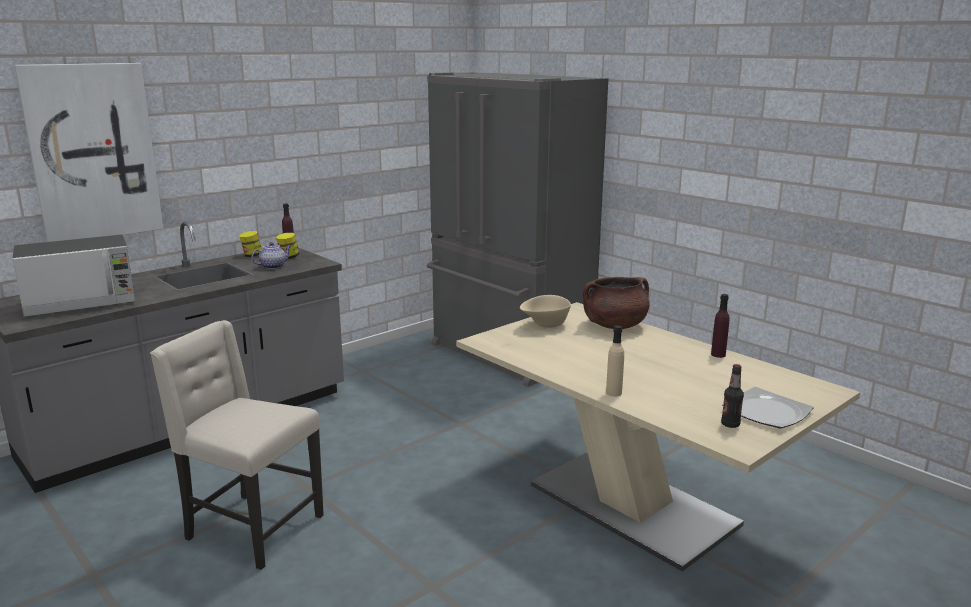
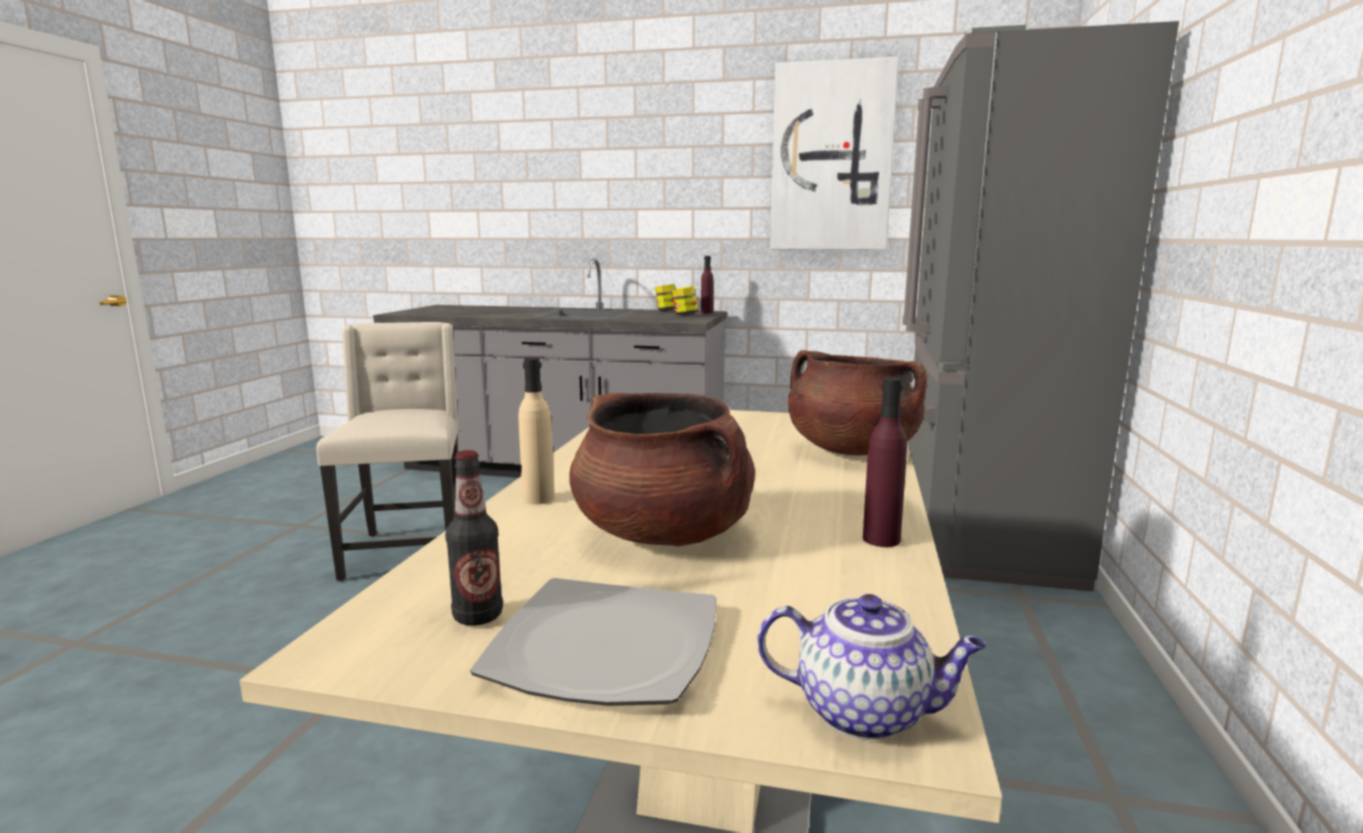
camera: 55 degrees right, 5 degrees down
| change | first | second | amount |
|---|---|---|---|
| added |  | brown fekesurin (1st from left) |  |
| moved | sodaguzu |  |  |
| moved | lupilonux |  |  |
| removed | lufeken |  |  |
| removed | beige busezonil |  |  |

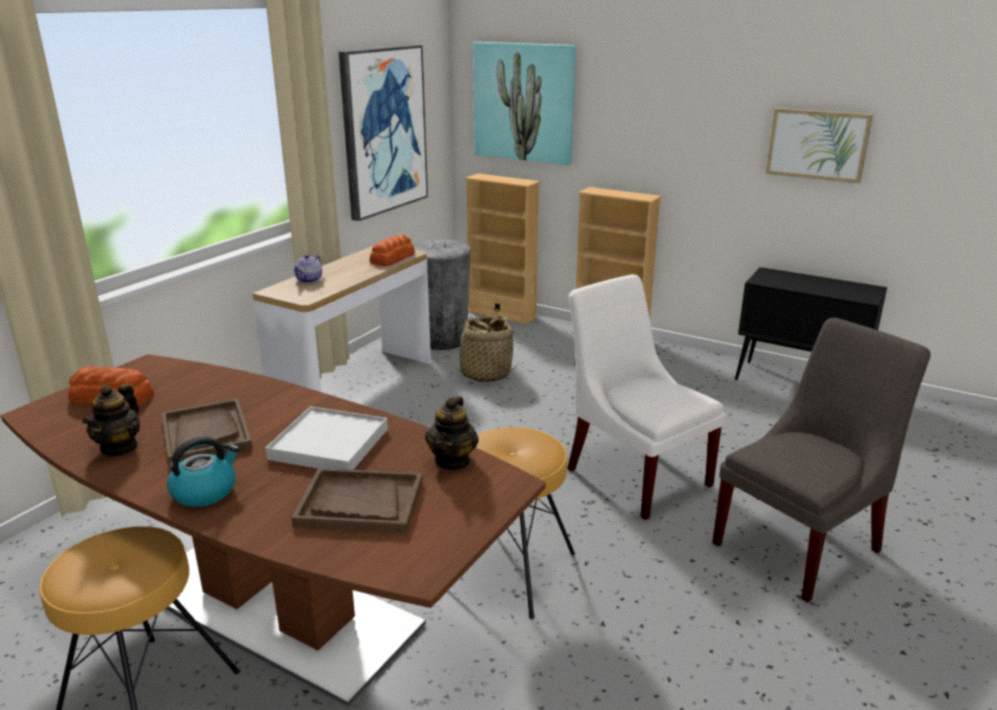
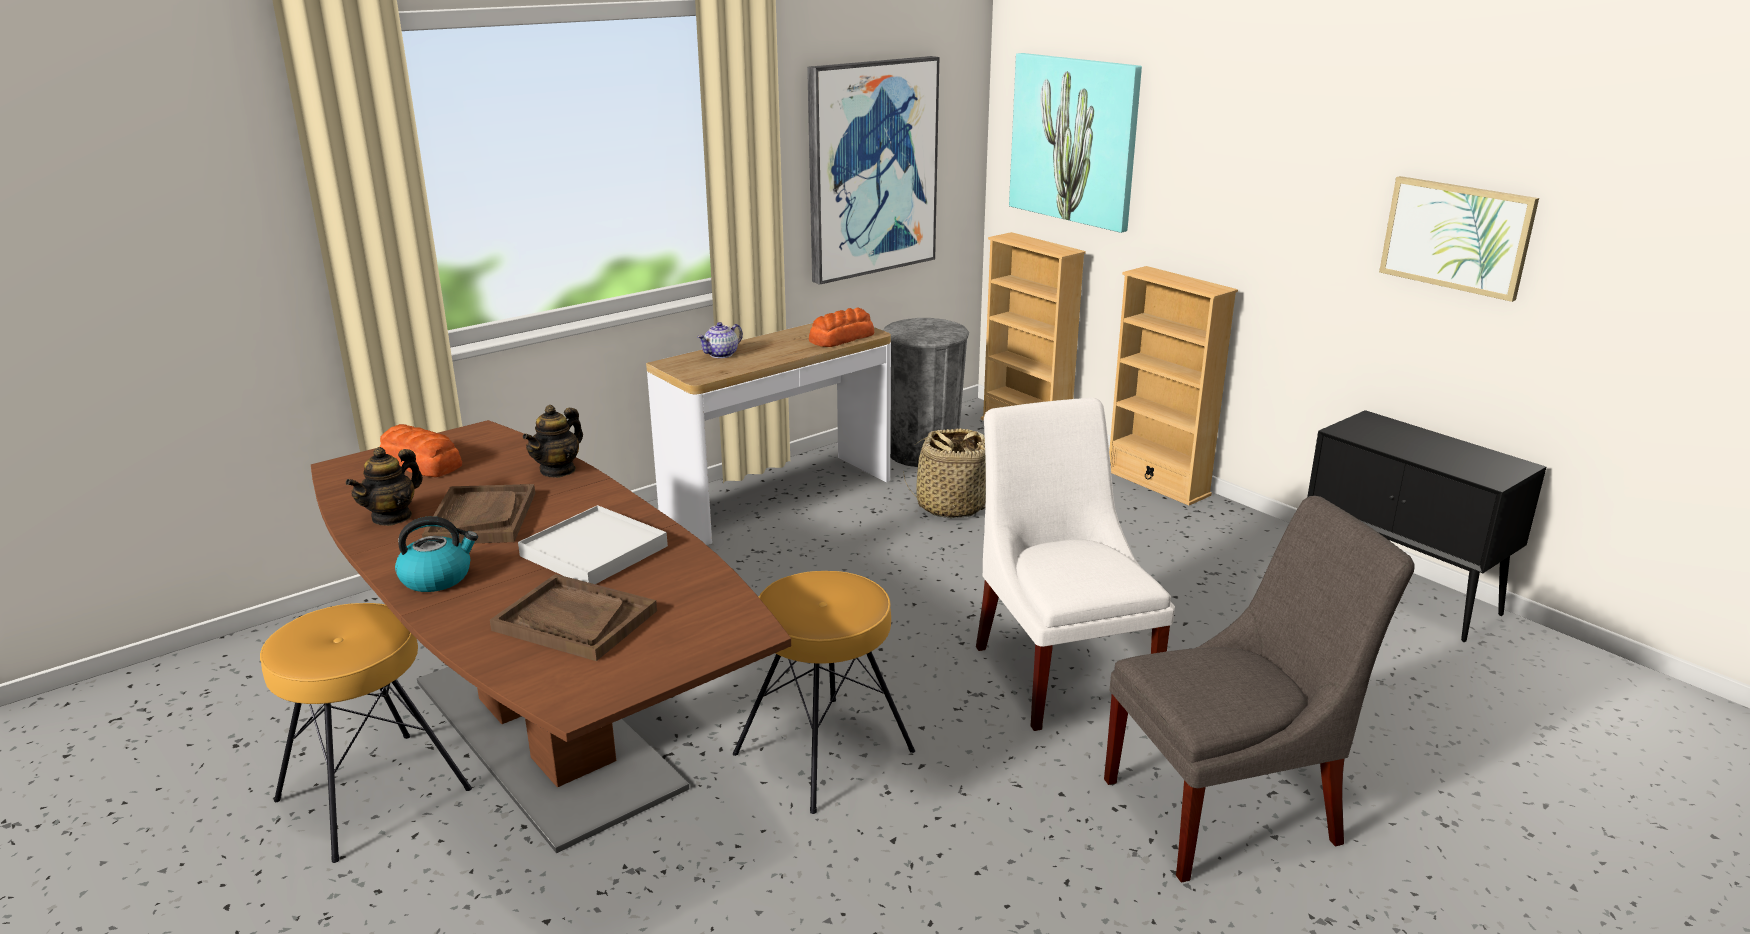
camera: 20 degrees right, 0 degrees up
| change | first | second | amount |
|---|---|---|---|
| moved | sodaguzu (3rd from left in the first image) | sodaguzu (2nd from left) |  |

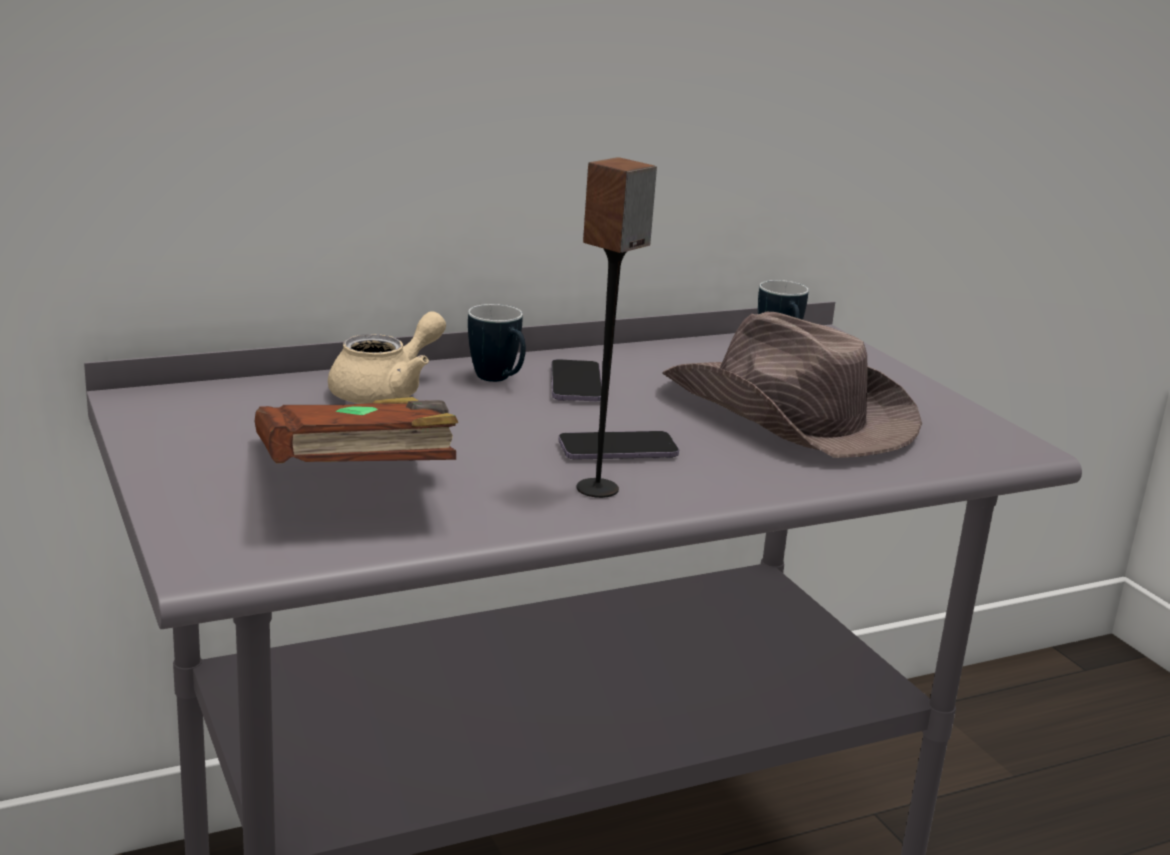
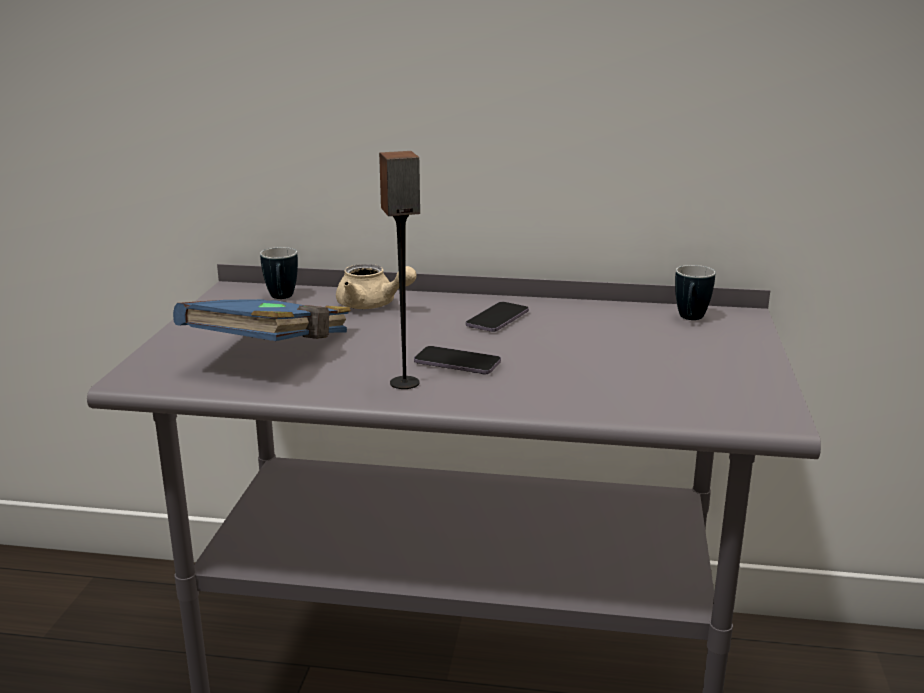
camera: 35 degrees right, 0 degrees up
| change | first | second | amount |
|---|---|---|---|
| recoloured | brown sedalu | blue sedalu |  |
| moved | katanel (1st from left) |  |  |
| turned | beige sodaguzu |  | 45 degrees clockwise |
| removed | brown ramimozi |  |  |

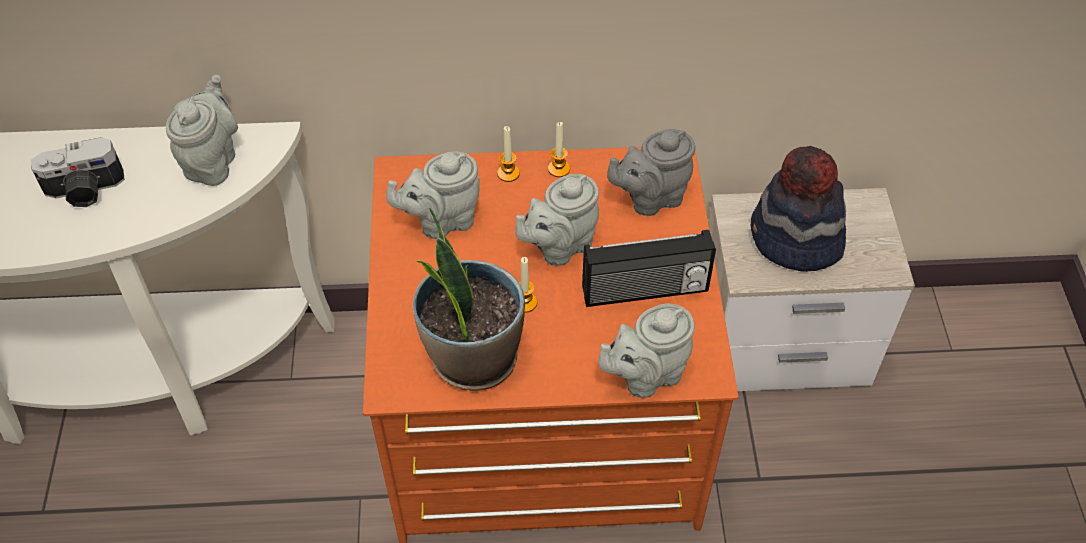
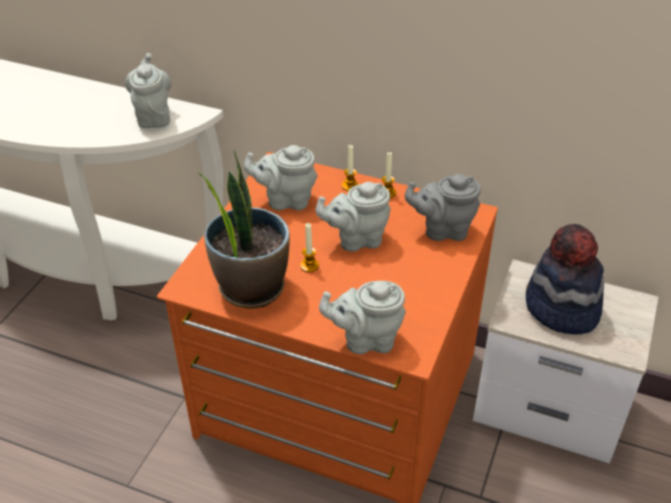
camera: 25 degrees right, 10 degrees down
| change | first | second | amount |
|---|---|---|---|
| turned | grey sodaguzu (1st from left) |  | 45 degrees counterclockwise |
| removed | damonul |  |  |
| removed | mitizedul |  |  |

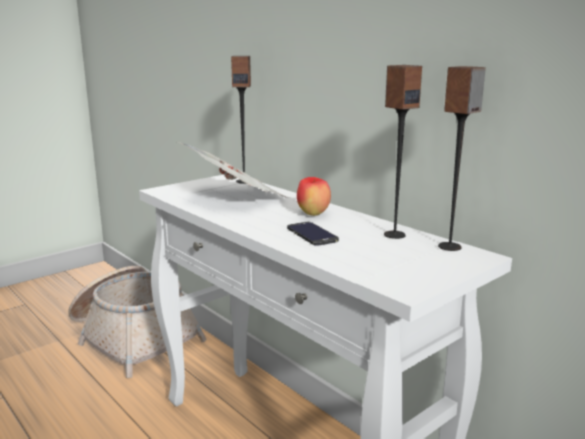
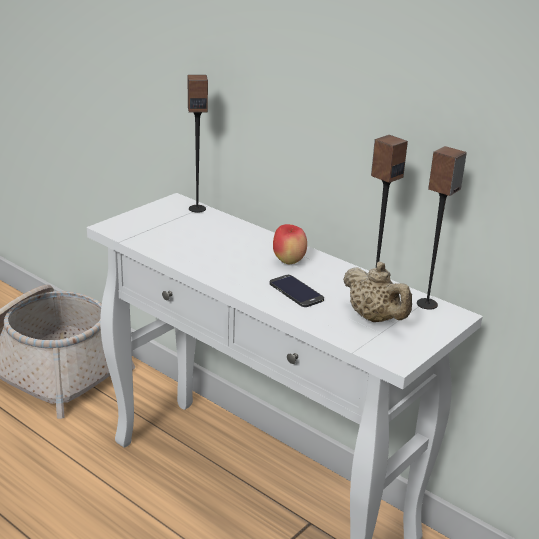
camera: 10 degrees left, 10 degrees up
| change | first | second | amount |
|---|---|---|---|
| added |  | beige sodaguzu |  |
| removed | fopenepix |  |  |

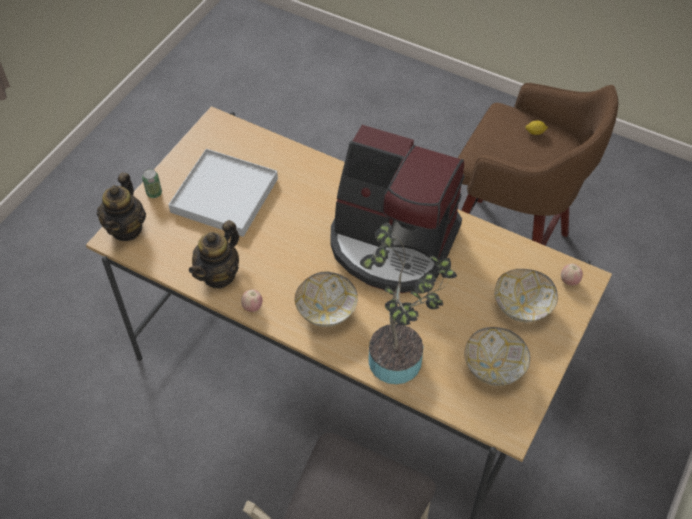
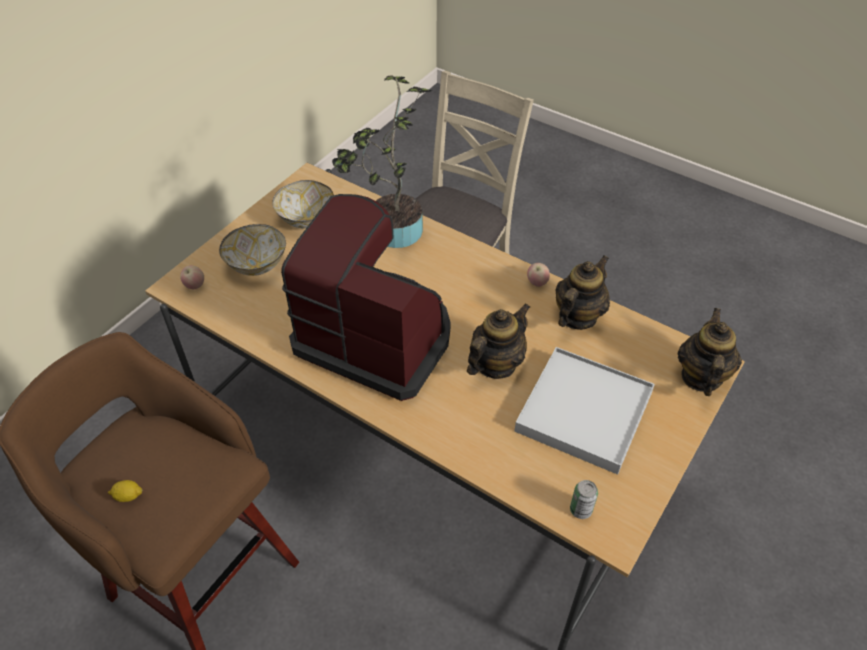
camera: 175 degrees left, 5 degrees down
| change | first | second | amount |
|---|---|---|---|
| added |  | sodaguzu (1st from left) |  |
| moved | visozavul |  |  |
| removed | busezonil (1st from left) |  |  |

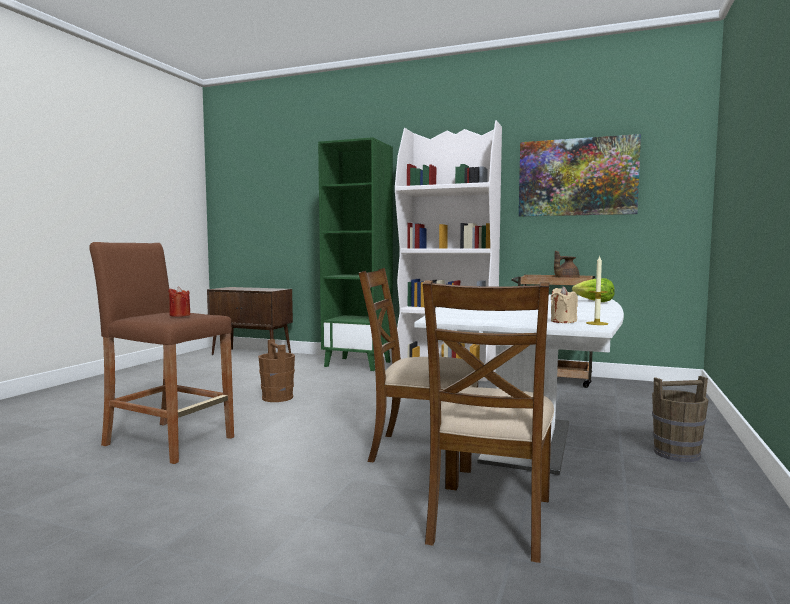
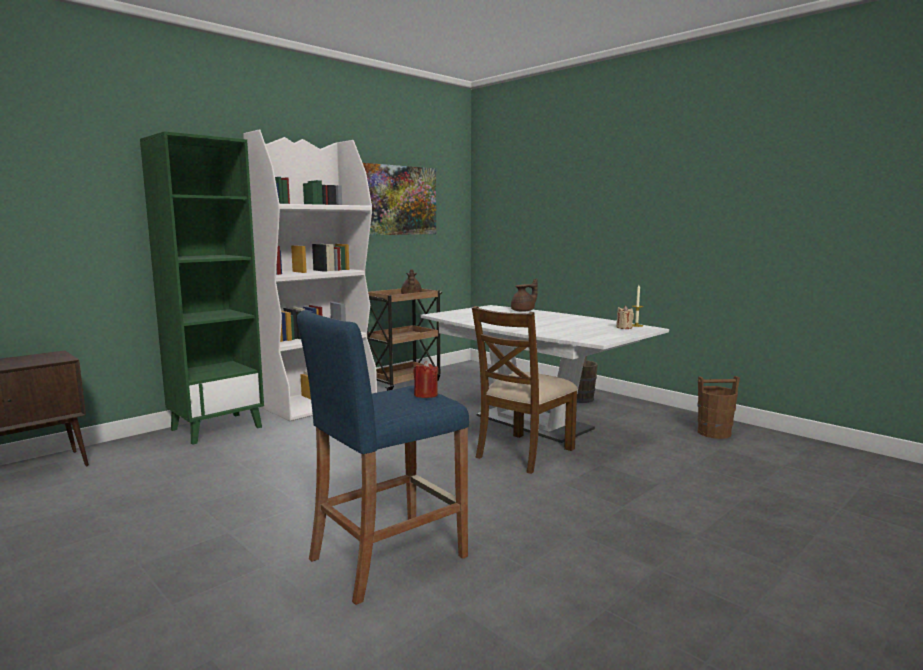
camera: 65 degrees left, 5 degrees up
| change | first | second | amount |
|---|---|---|---|
| recoloured | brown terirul | blue terirul |  |
| replaced | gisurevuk | brown sodaguzu (2nd from left) |  |
| moved | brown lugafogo (1st from left in the first image) | brown lugafogo (2nd from left) |  |
| removed | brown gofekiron (2nd from left) |  |  |

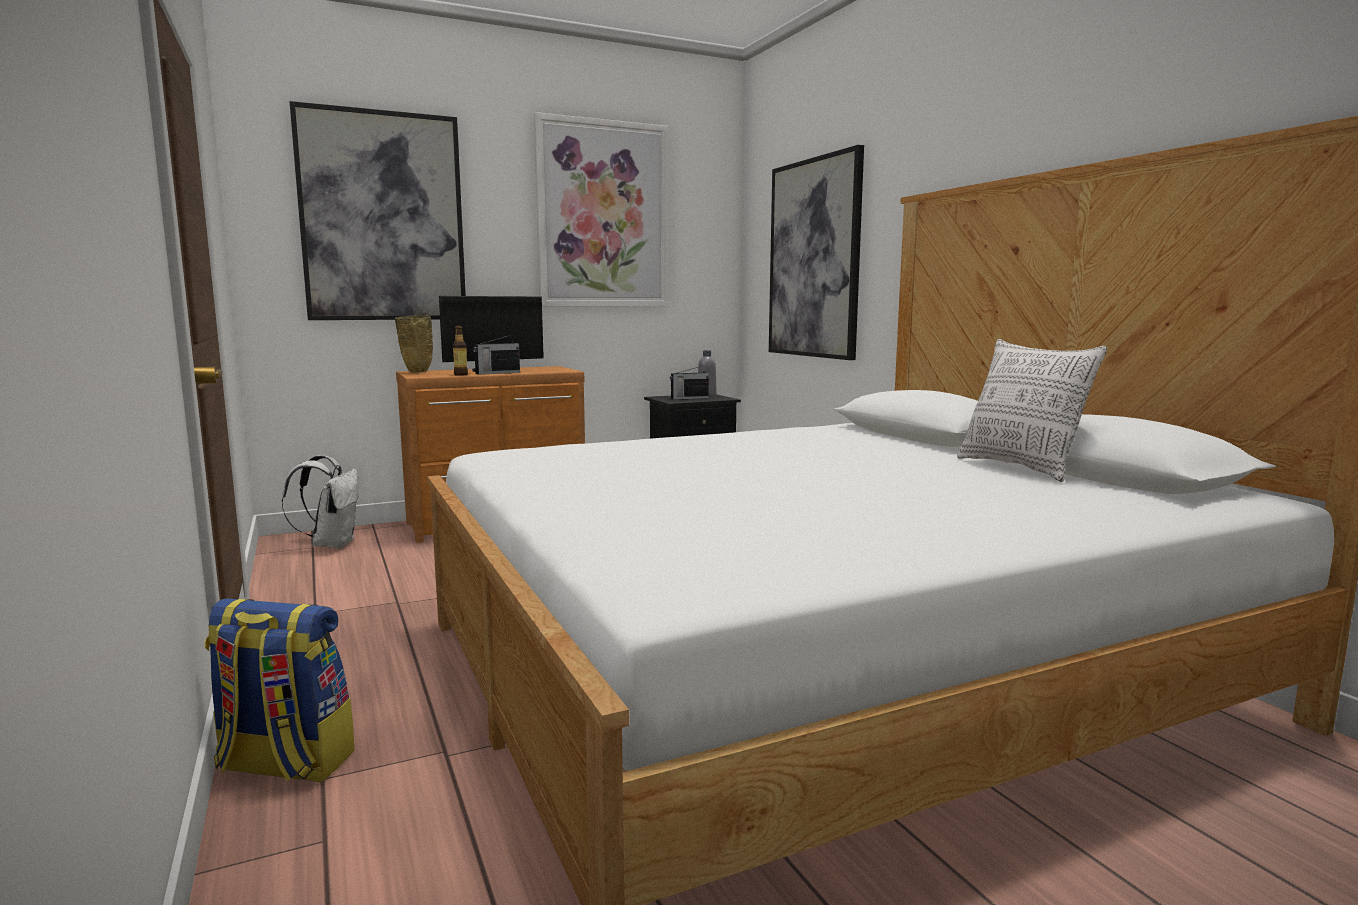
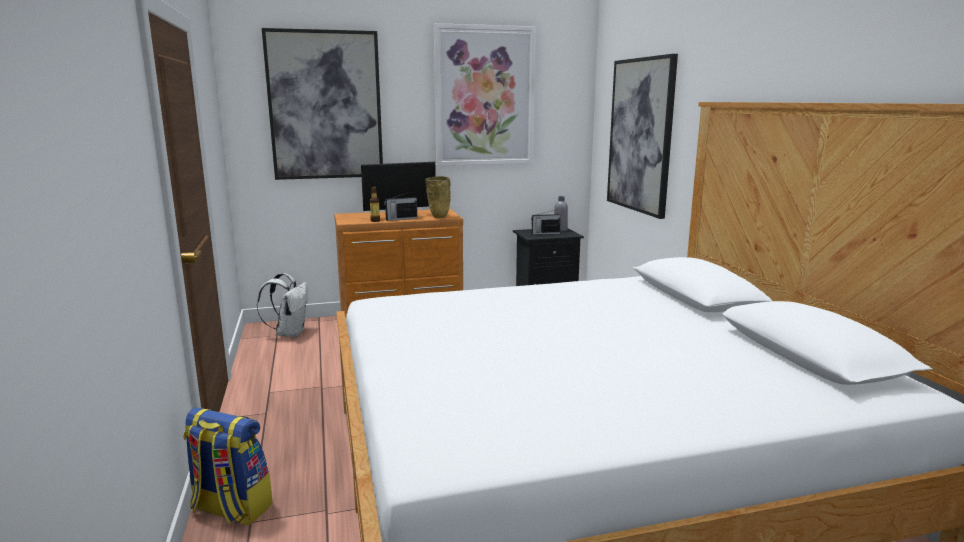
camera: 10 degrees right, 5 degrees up
| change | first | second | amount |
|---|---|---|---|
| moved | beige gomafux |  |  |
| removed | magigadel |  |  |

